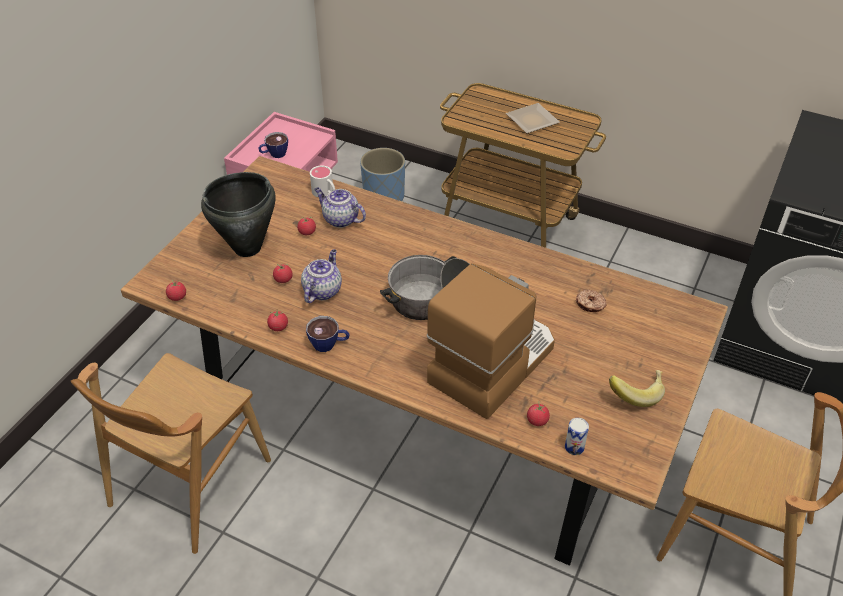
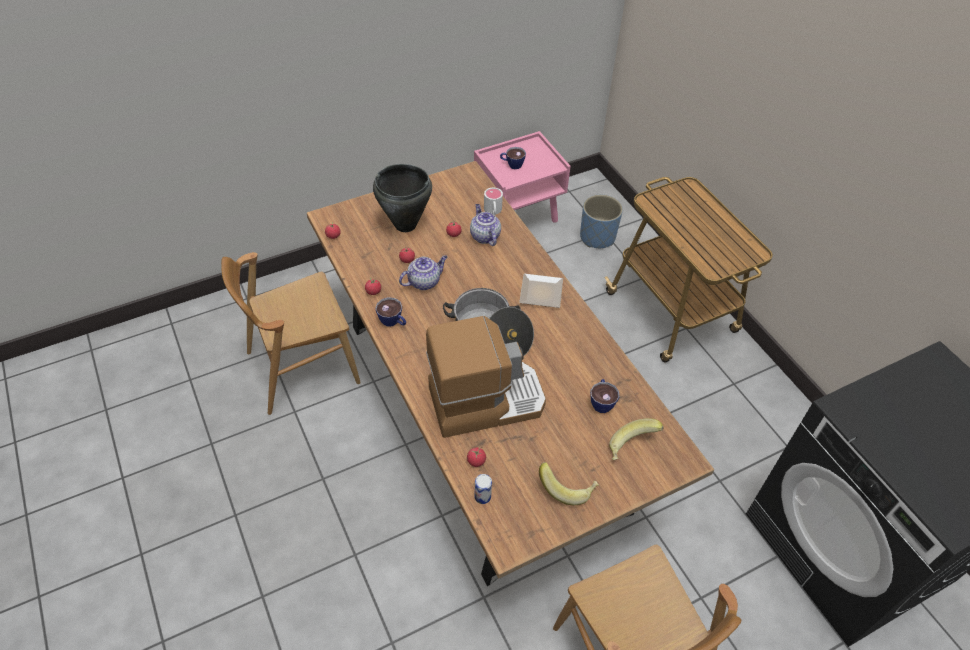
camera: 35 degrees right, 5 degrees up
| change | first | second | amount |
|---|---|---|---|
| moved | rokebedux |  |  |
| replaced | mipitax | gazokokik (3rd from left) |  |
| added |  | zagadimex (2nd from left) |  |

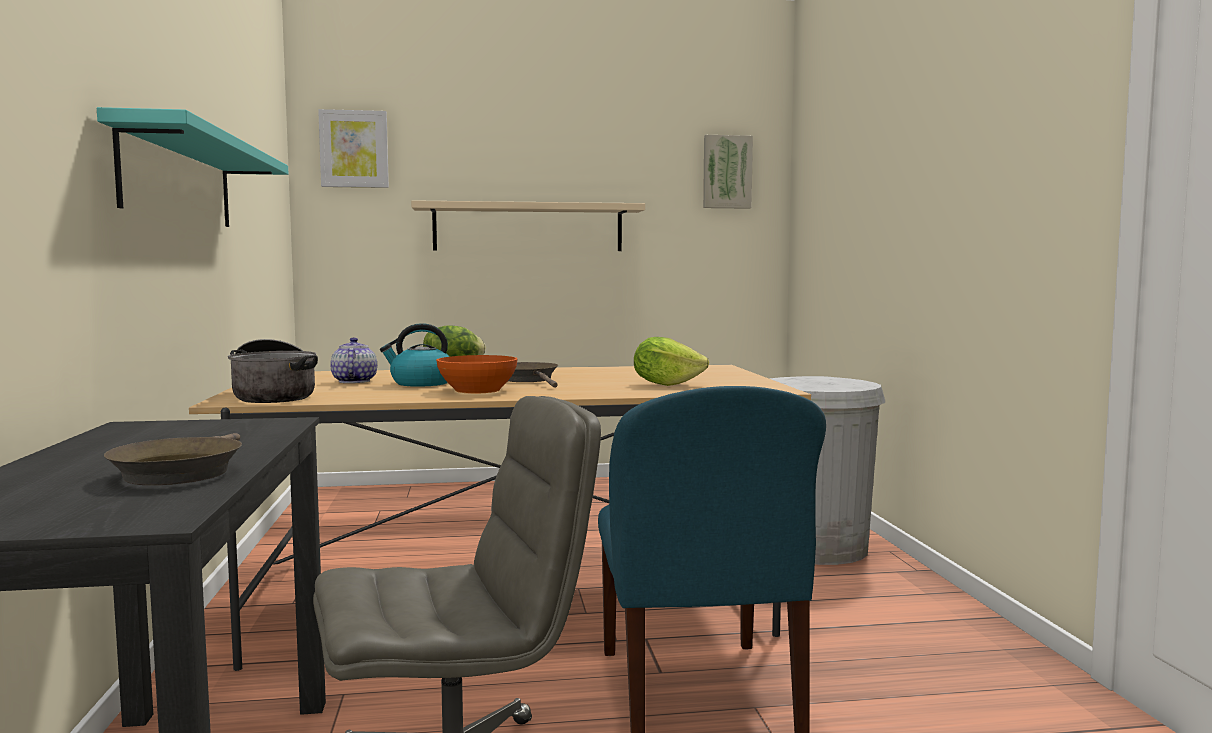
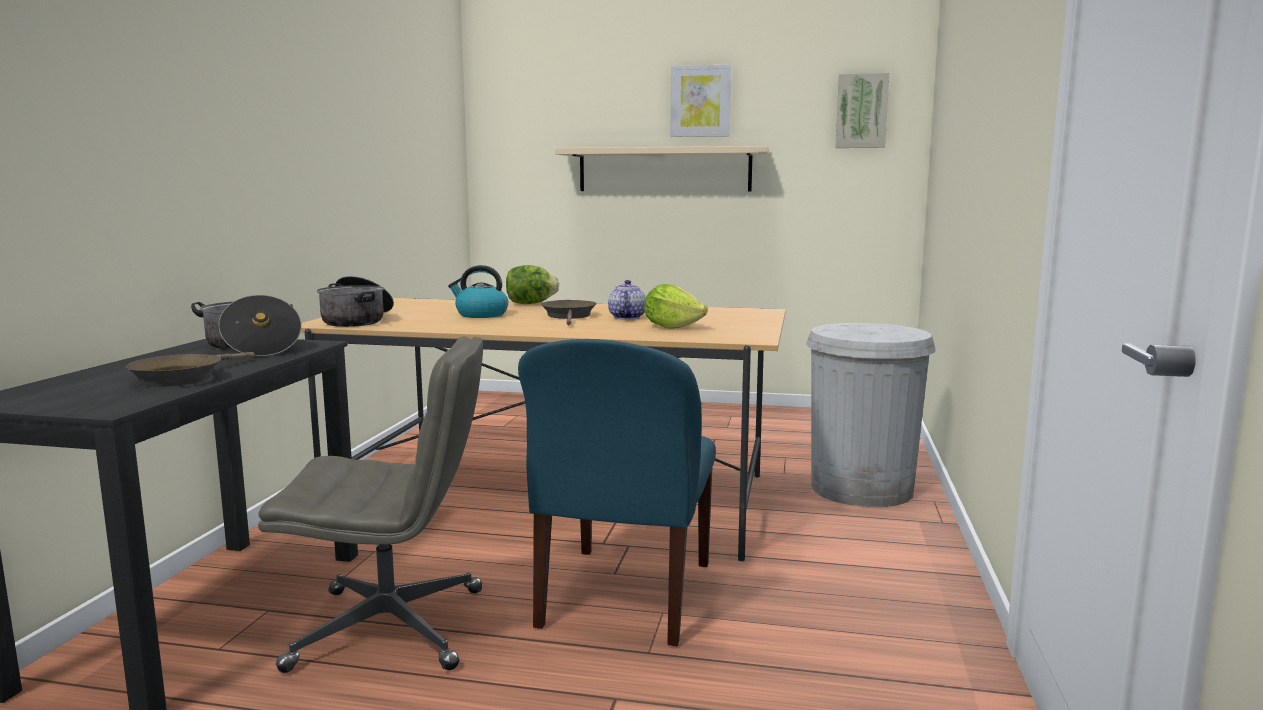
camera: 20 degrees right, 5 degrees up
| change | first | second | amount |
|---|---|---|---|
| added |  | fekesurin (1st from left) |  |
| moved | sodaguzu |  |  |
| moved | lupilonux (1st from left) |  |  |
| removed | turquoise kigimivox |  |  |
| removed | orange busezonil |  |  |

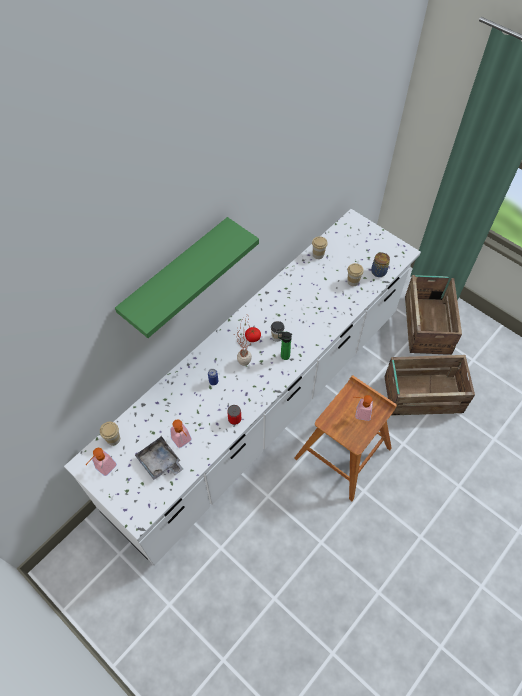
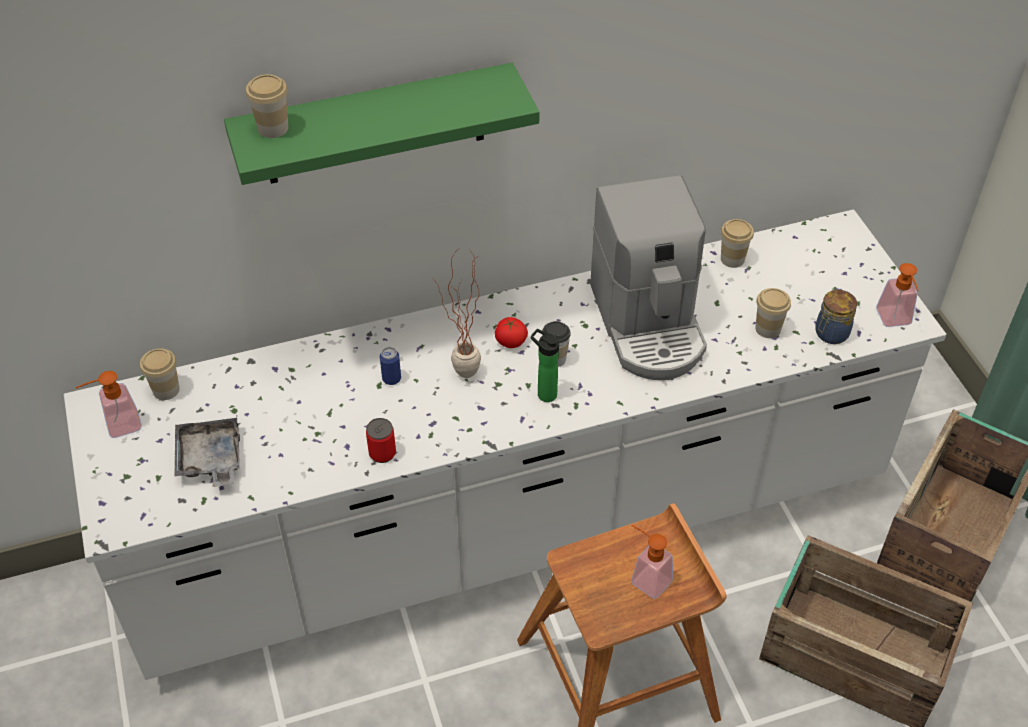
camera: 30 degrees right, 10 degrees down
| change | first | second | amount |
|---|---|---|---|
| added |  | gazokokik (2nd from left) |  |
| added |  | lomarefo |  |
| moved | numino (2nd from left in the first image) | numino (3rd from left) |  |

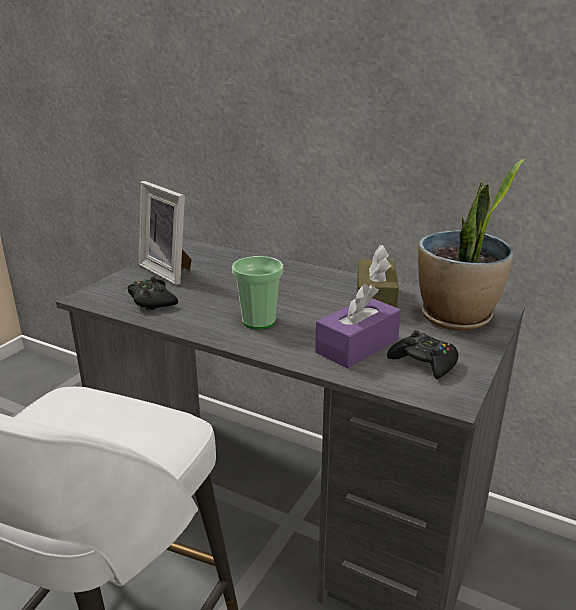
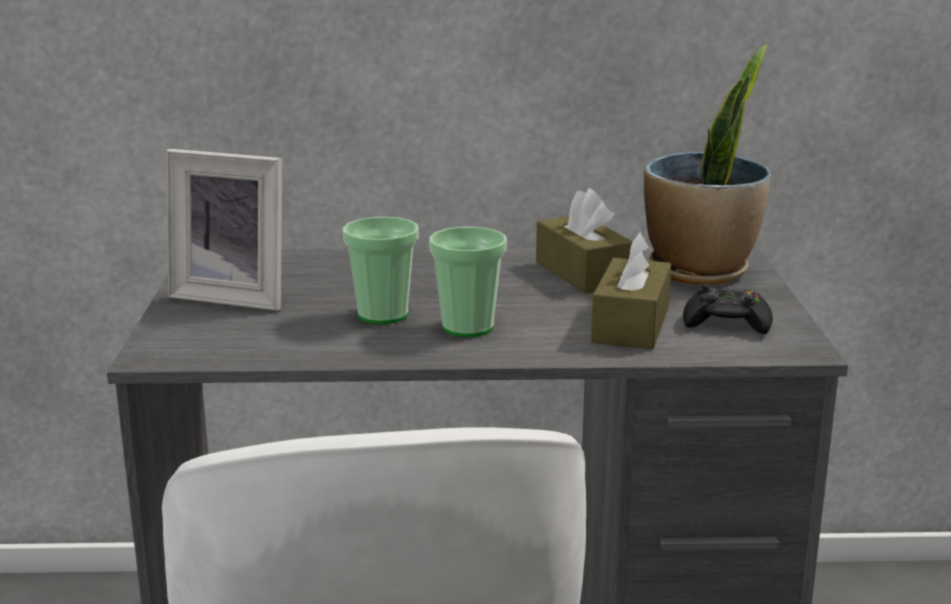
camera: 30 degrees left, 5 degrees down
| change | first | second | amount |
|---|---|---|---|
| added |  | gazokokik (1st from left) |  |
| recoloured | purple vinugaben | brown vinugaben (2nd from left) |  |
| removed | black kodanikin (1st from left) |  |  |

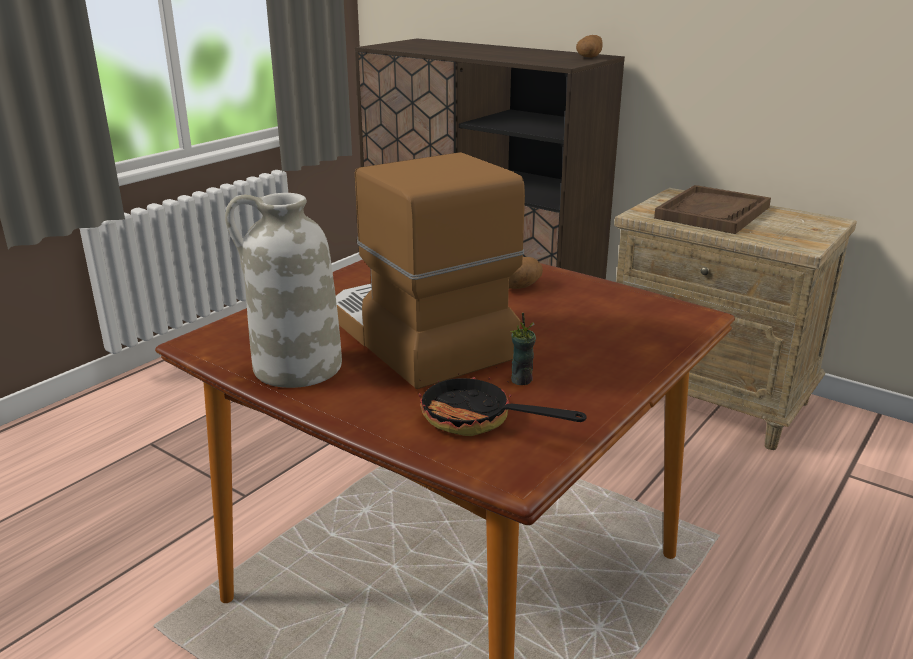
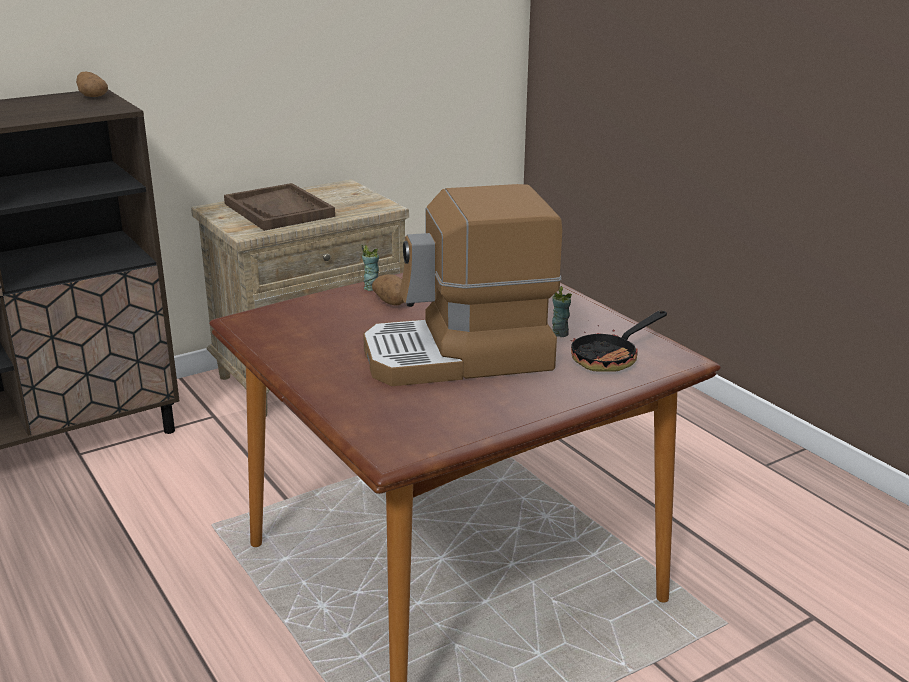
camera: 70 degrees left, 0 degrees up
| change | first | second | amount |
|---|---|---|---|
| added |  | gazokokik (1st from left) |  |
| removed | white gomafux |  |  |

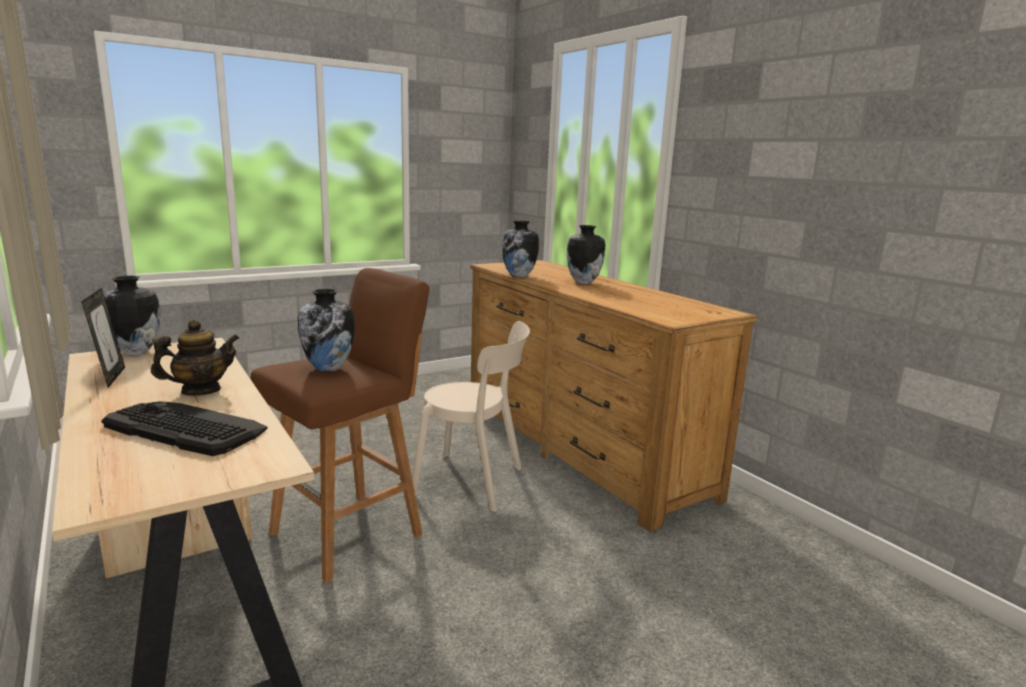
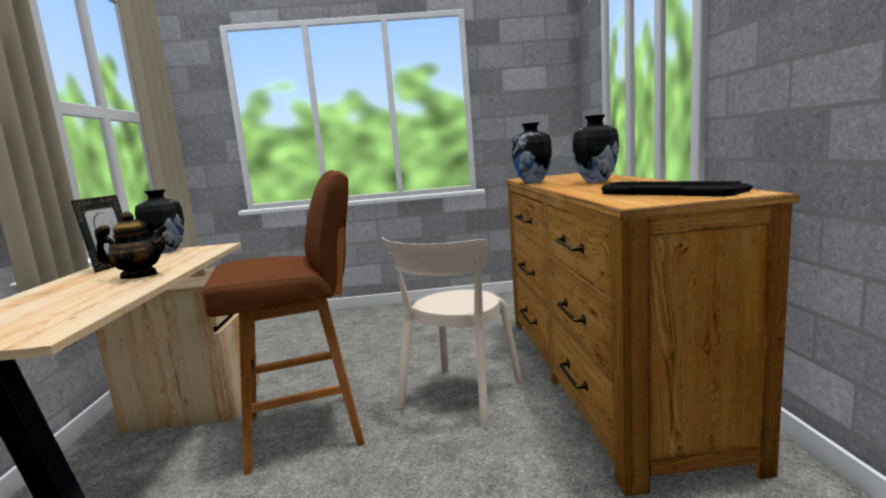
camera: 30 degrees right, 5 degrees down
| change | first | second | amount |
|---|---|---|---|
| turned | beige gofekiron |  | 75 degrees clockwise |
| moved | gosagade |  |  |
| removed | gomafux (2nd from left) |  |  |

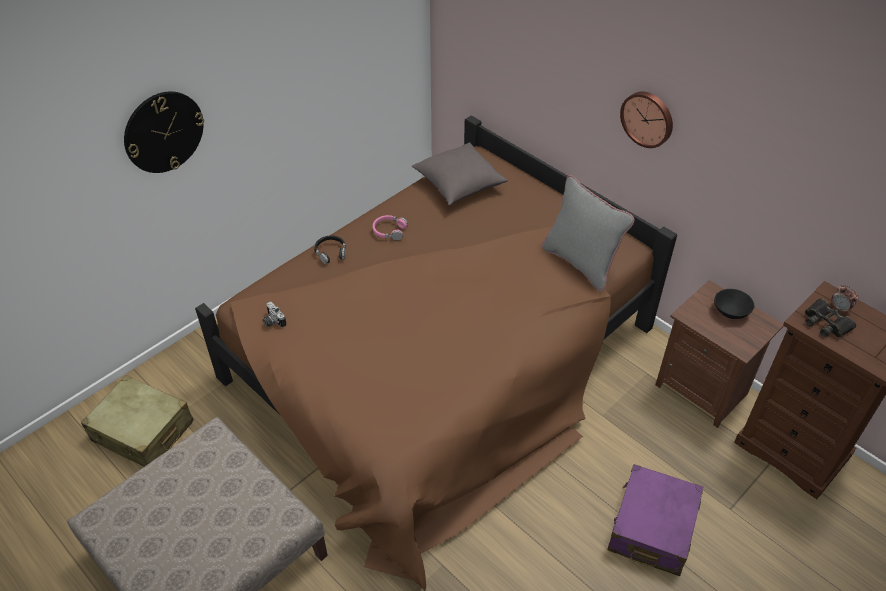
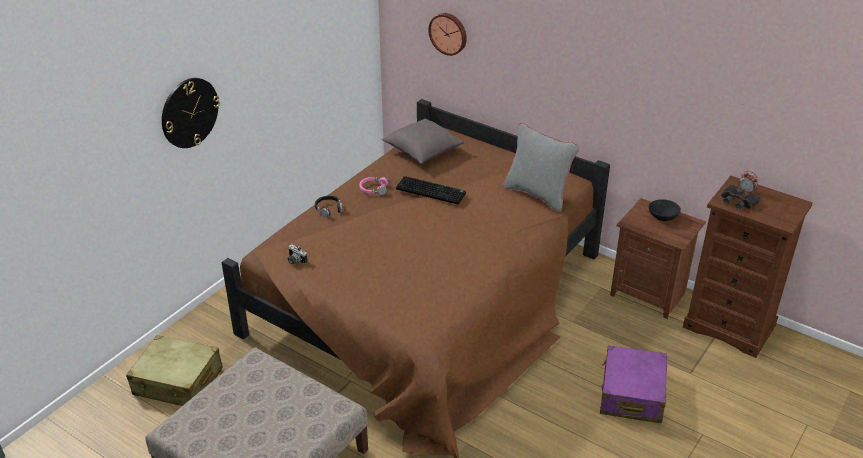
camera: 10 degrees left, 10 degrees down
| change | first | second | amount |
|---|---|---|---|
| added |  | gosagade |  |
| moved | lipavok (2nd from left) |  |  |

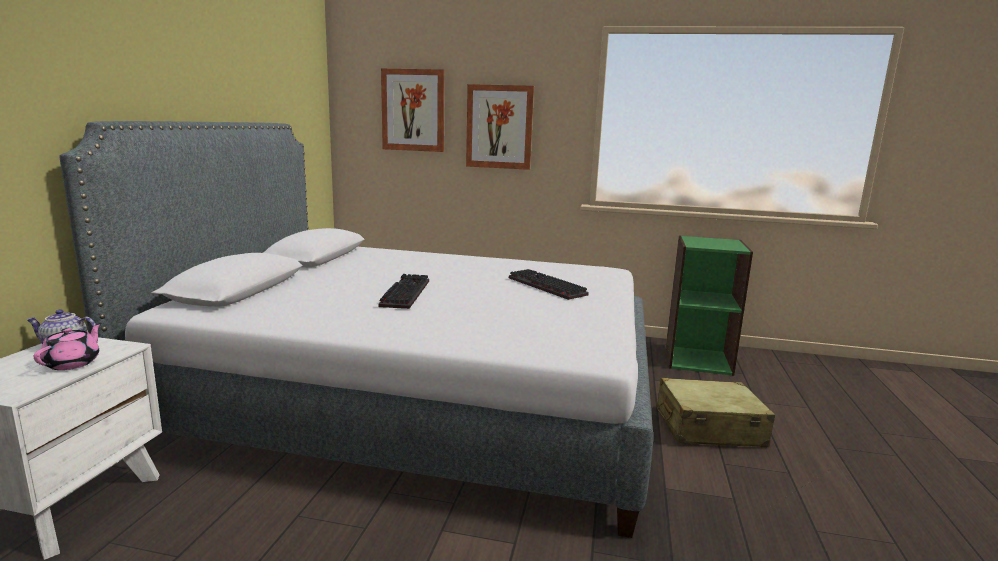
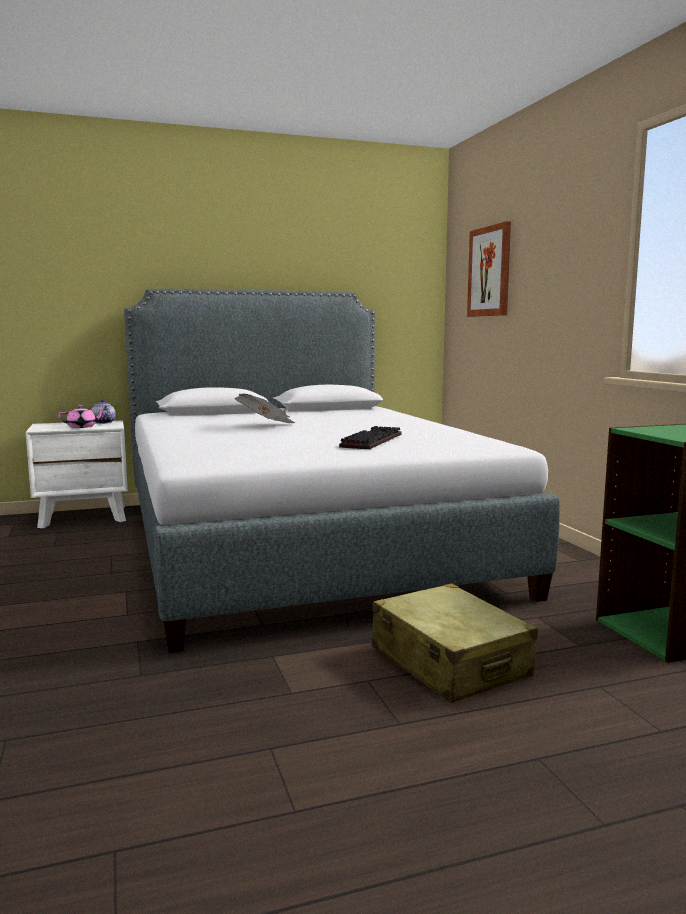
camera: 60 degrees right, 5 degrees down
| change | first | second | amount |
|---|---|---|---|
| replaced | gosagade (1st from left) | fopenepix |  |
| removed | lupilonux (2nd from left) |  |  |

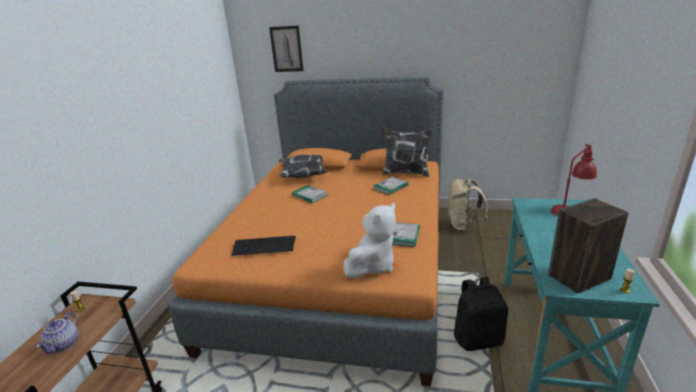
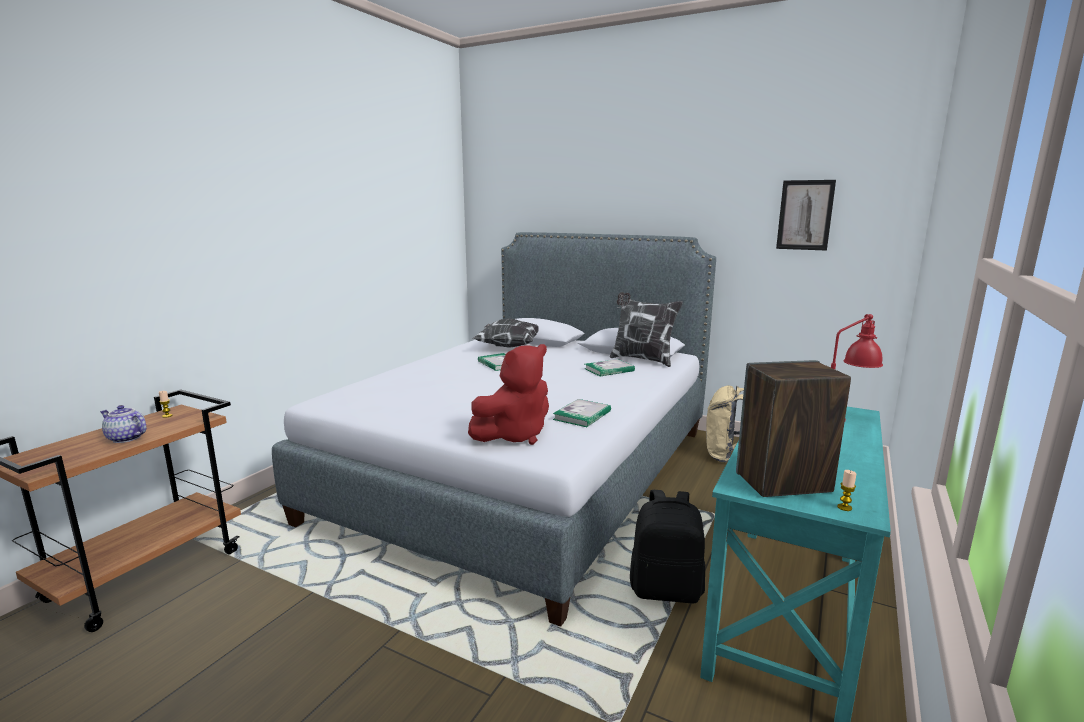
camera: 15 degrees right, 10 degrees down
| change | first | second | amount |
|---|---|---|---|
| turned | sodaguzu |  | 90 degrees clockwise |
| recoloured | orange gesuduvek | grey gesuduvek |  |
| recoloured | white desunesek | red desunesek |  |
| moved | lupilonux |  |  |
| removed | gosagade |  |  |

